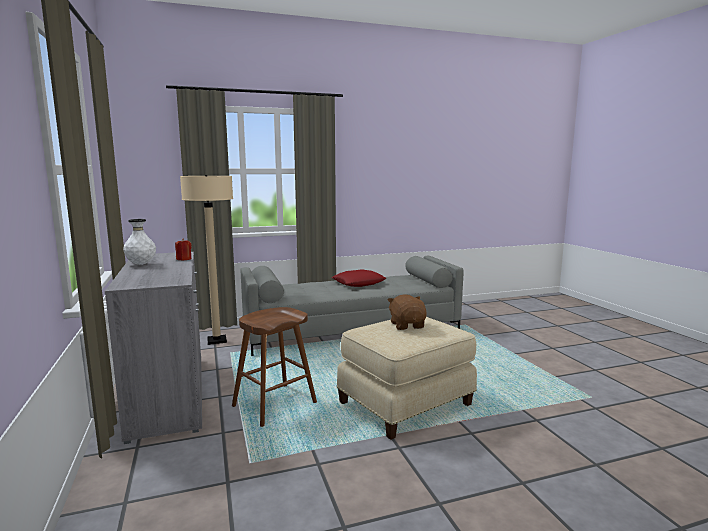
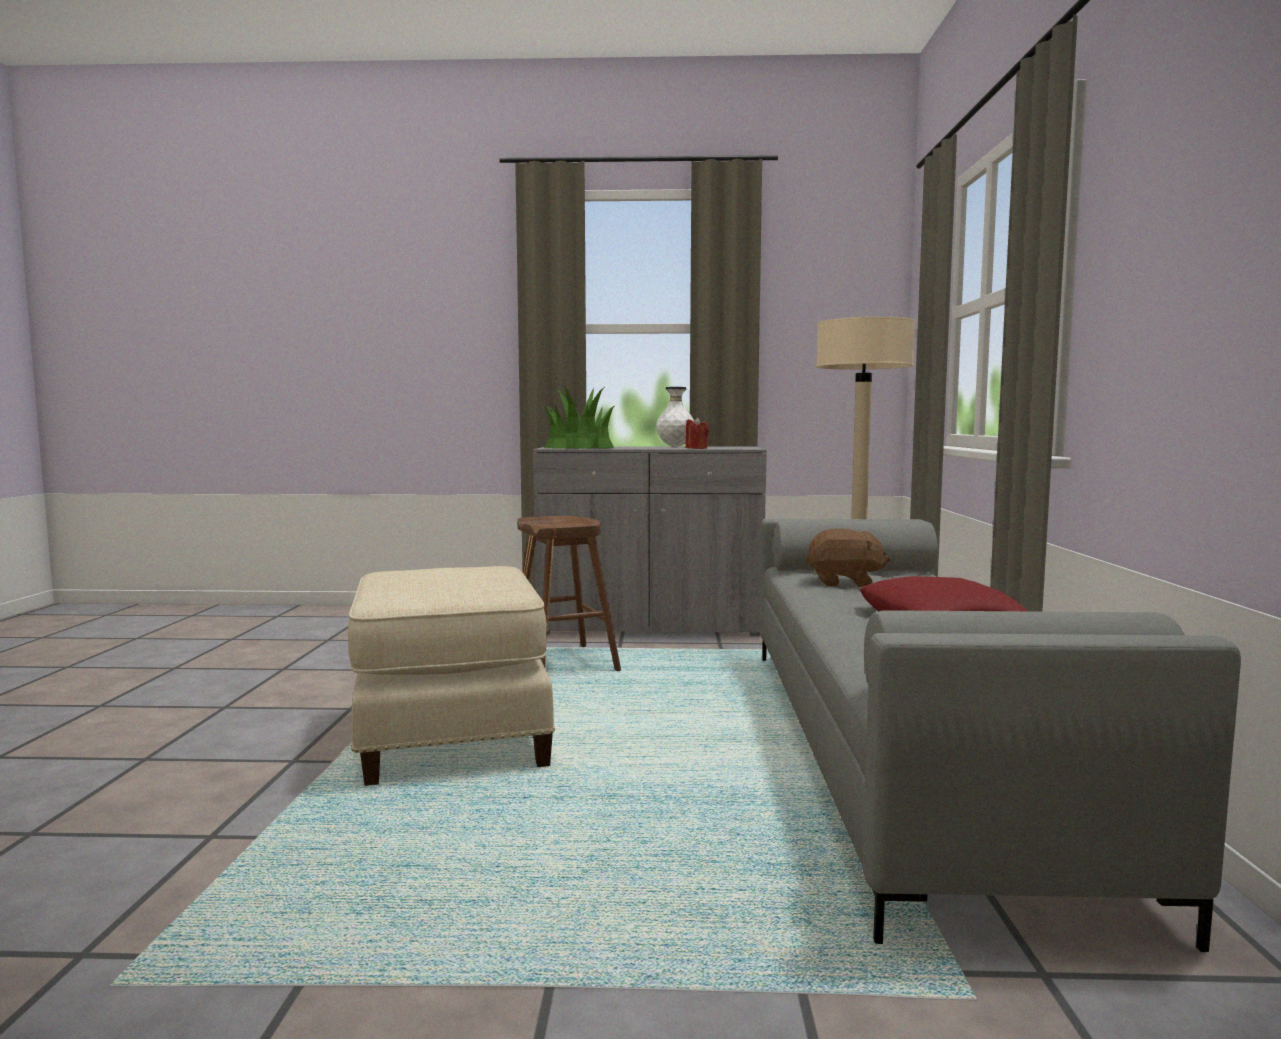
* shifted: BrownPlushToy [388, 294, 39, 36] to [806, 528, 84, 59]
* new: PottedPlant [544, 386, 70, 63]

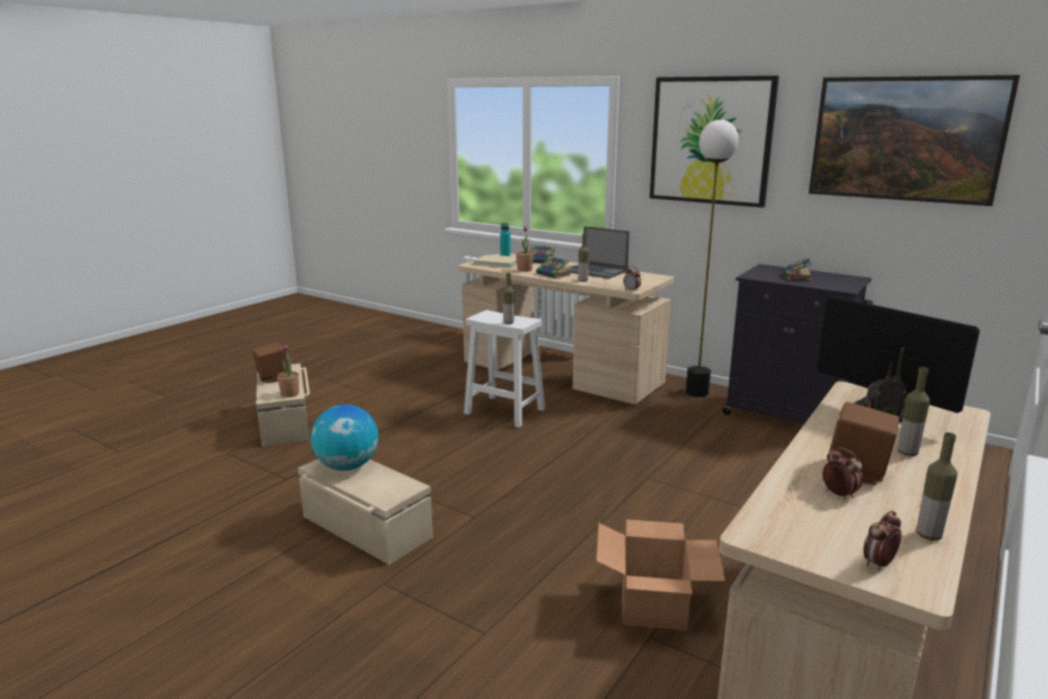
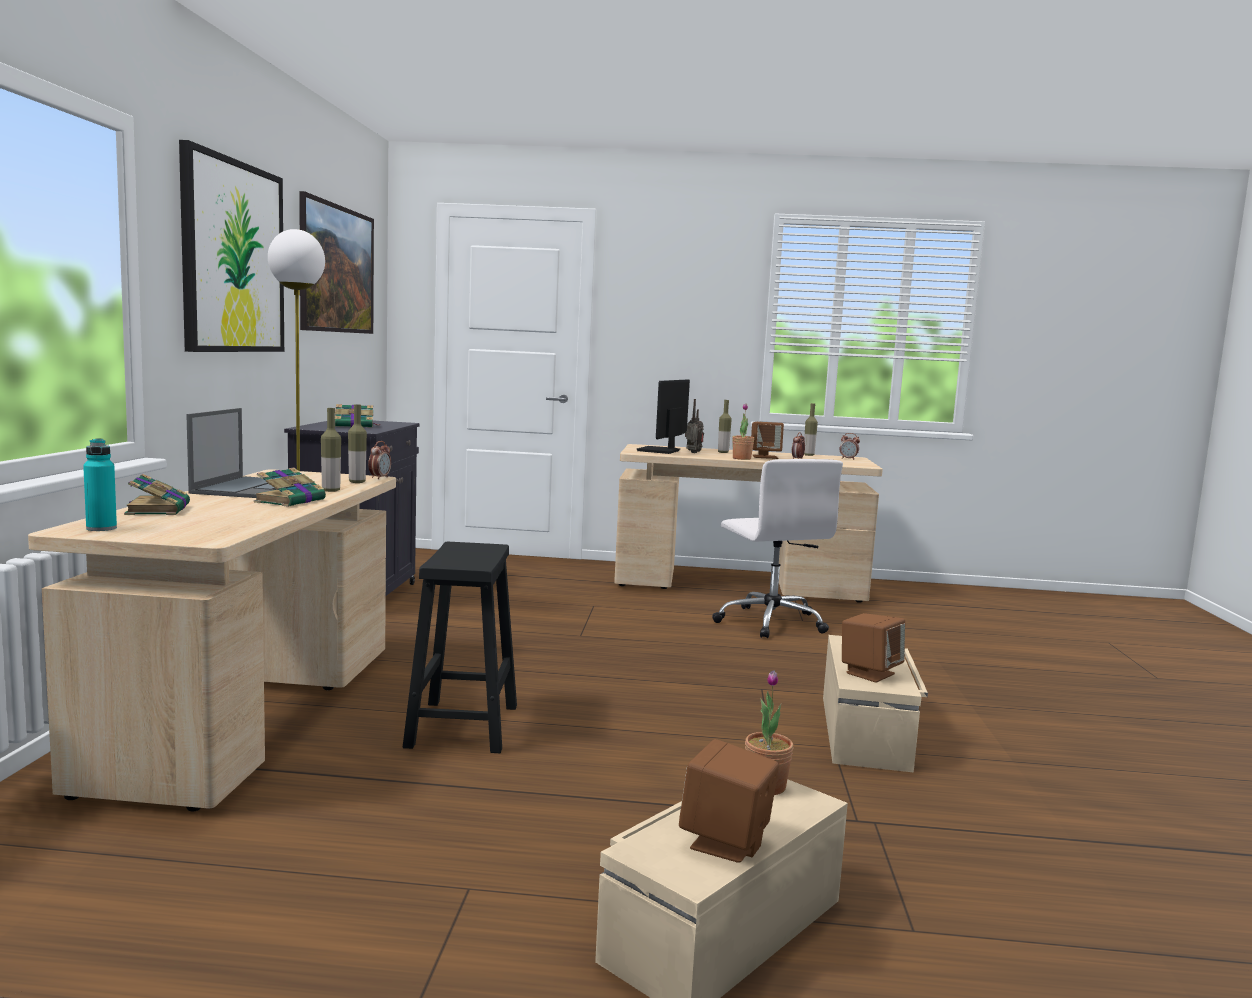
* shifted: PottedPlant [516, 226, 18, 46] to [732, 403, 22, 57]
* gone: BeigeBook [474, 254, 43, 14]
* shifted: Bottle [503, 273, 12, 51] to [348, 404, 19, 79]
* repainted: WhiteStool [464, 310, 81, 118] to BlackStool [403, 542, 114, 211]
* swapped: Globe [311, 404, 67, 67] to BrownSpeaker [842, 613, 63, 70]
* swapped: CardboardBox [596, 519, 129, 112] to WhiteOfficeChair [712, 459, 131, 179]

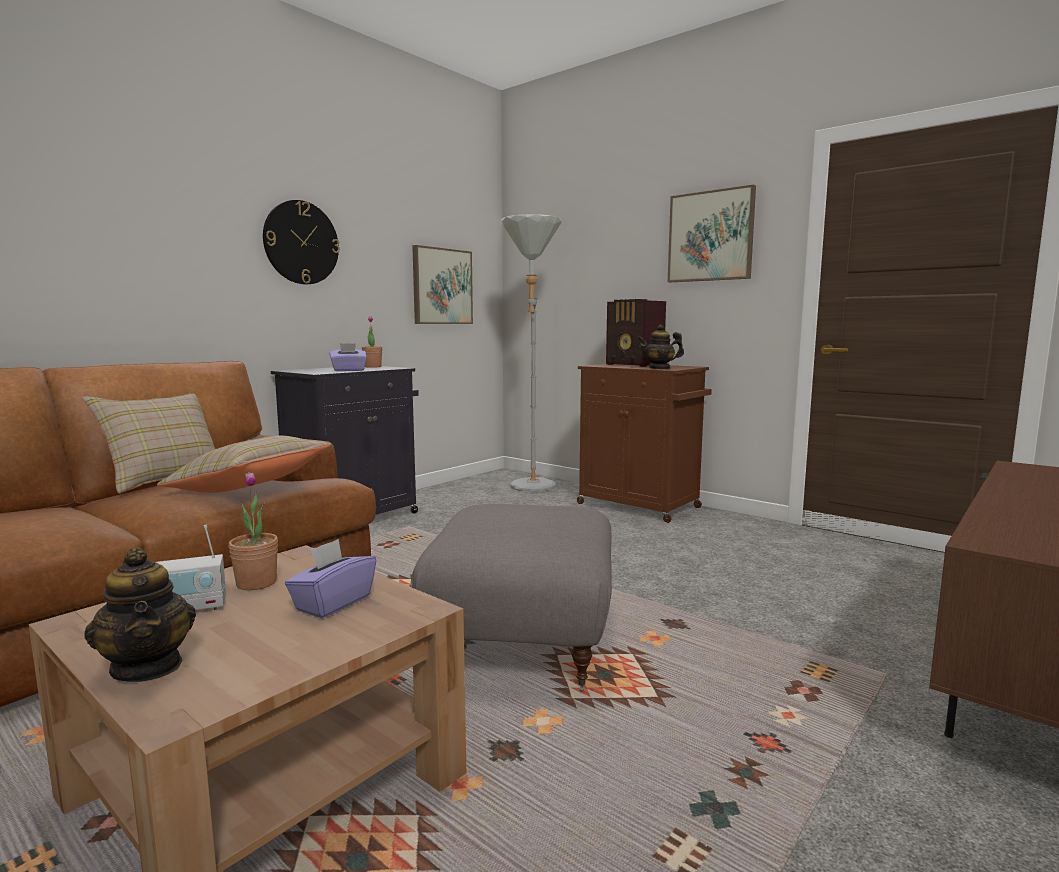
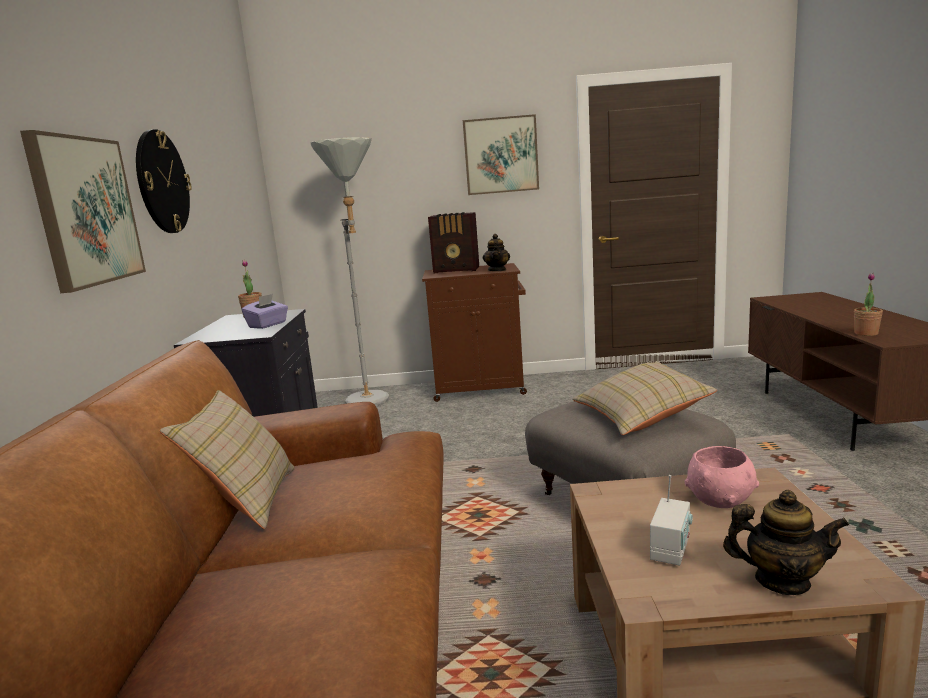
* shifted: Picture [412, 245, 61, 79] to [20, 130, 126, 163]
* rotated: Teapot [637, 325, 47, 44] = [483, 234, 27, 37] 45 degrees counterclockwise
* shifted: BeigePillow [157, 436, 174, 57] to [572, 361, 145, 74]
* shifted: PottedPlant [229, 472, 49, 118] to [854, 273, 29, 63]
* swapped: PurpleTissueBox [285, 539, 91, 79] to PinkBowl [685, 446, 74, 62]

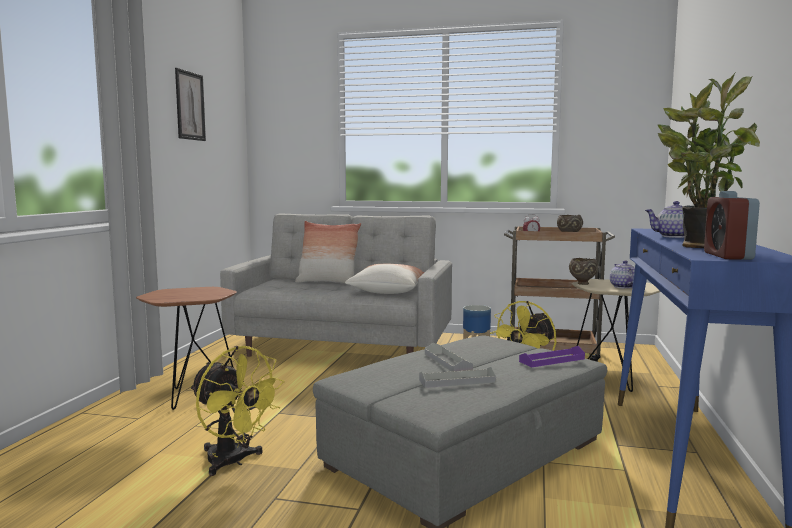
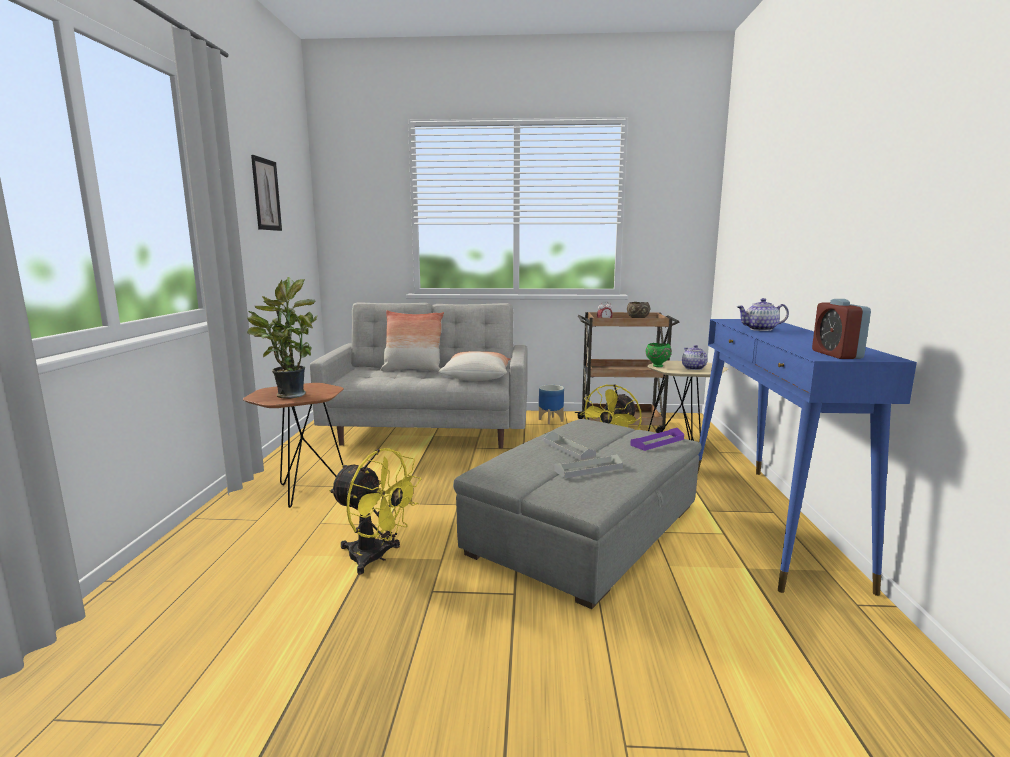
* shifted: PottedPlant [657, 73, 103, 175] to [247, 277, 71, 122]
* repainted: BrownBowl [569, 258, 29, 27] to GreenBowl [646, 343, 26, 24]

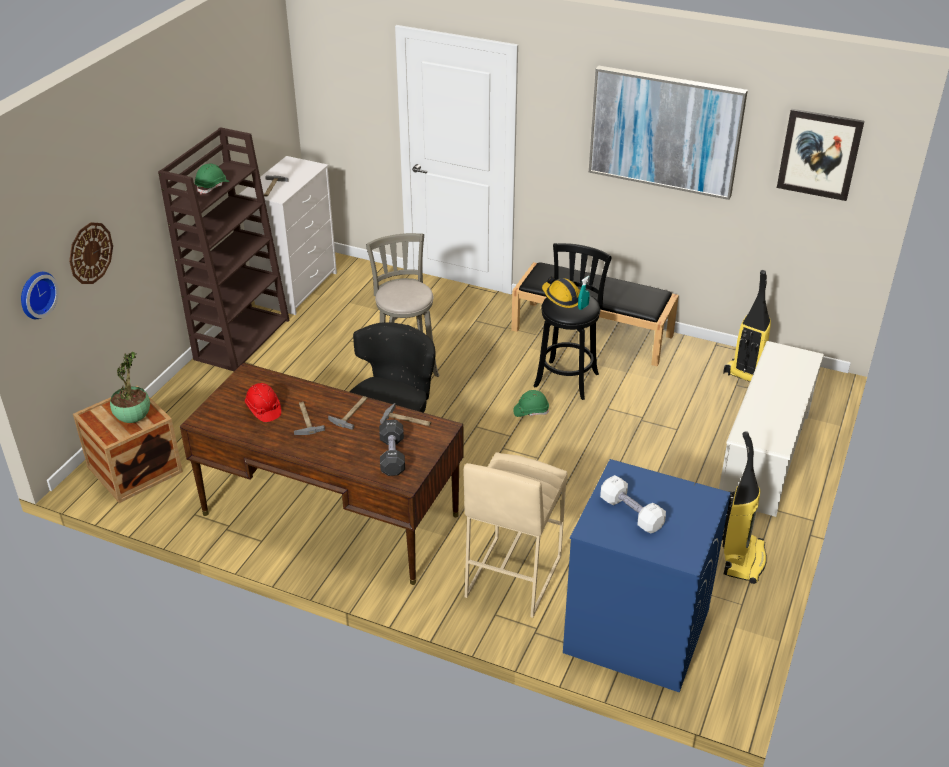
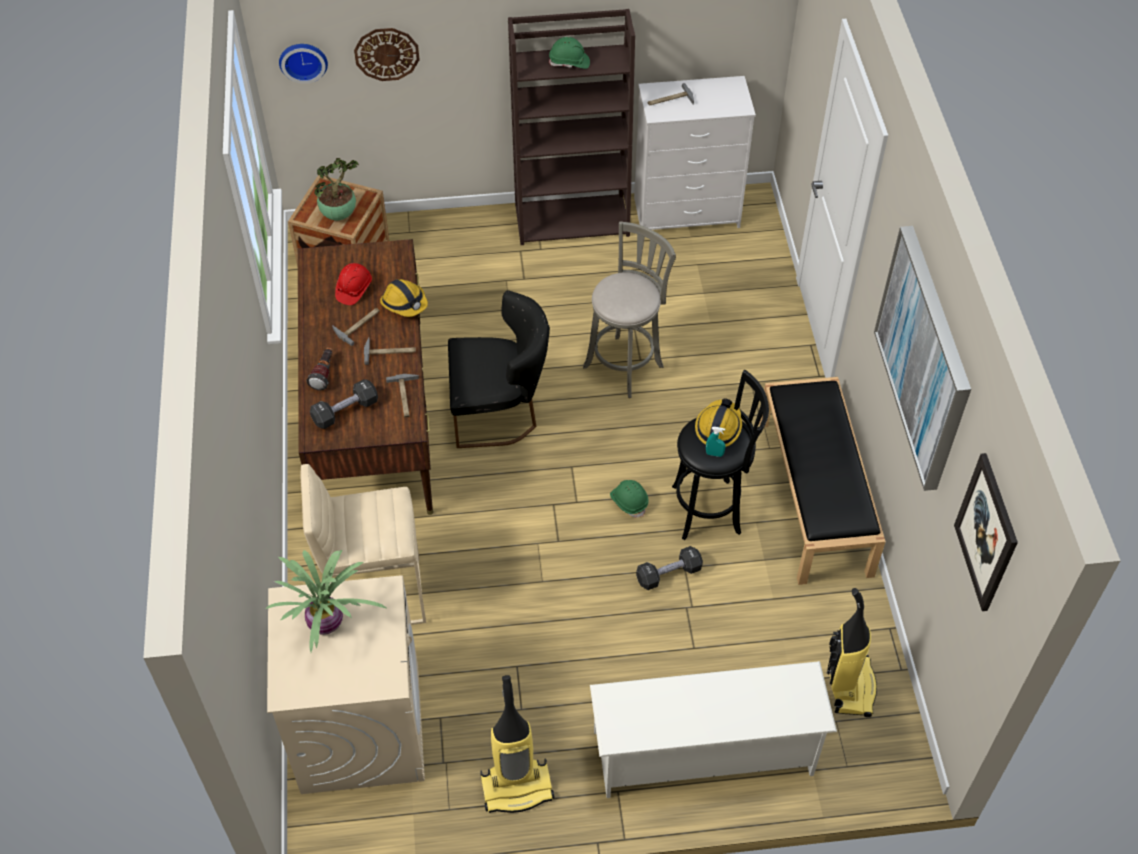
* repainted: BlueWashingMachine [563, 459, 168, 234] to BeigeWashingMachine [267, 575, 158, 219]
* swapped: WhiteDumbbell [600, 475, 66, 58] to PottedPlant [266, 550, 122, 102]
* new: HardHat [380, 279, 48, 38]
* new: Flashlight [306, 347, 27, 43]
* new: BlackDumbbell [636, 546, 67, 44]

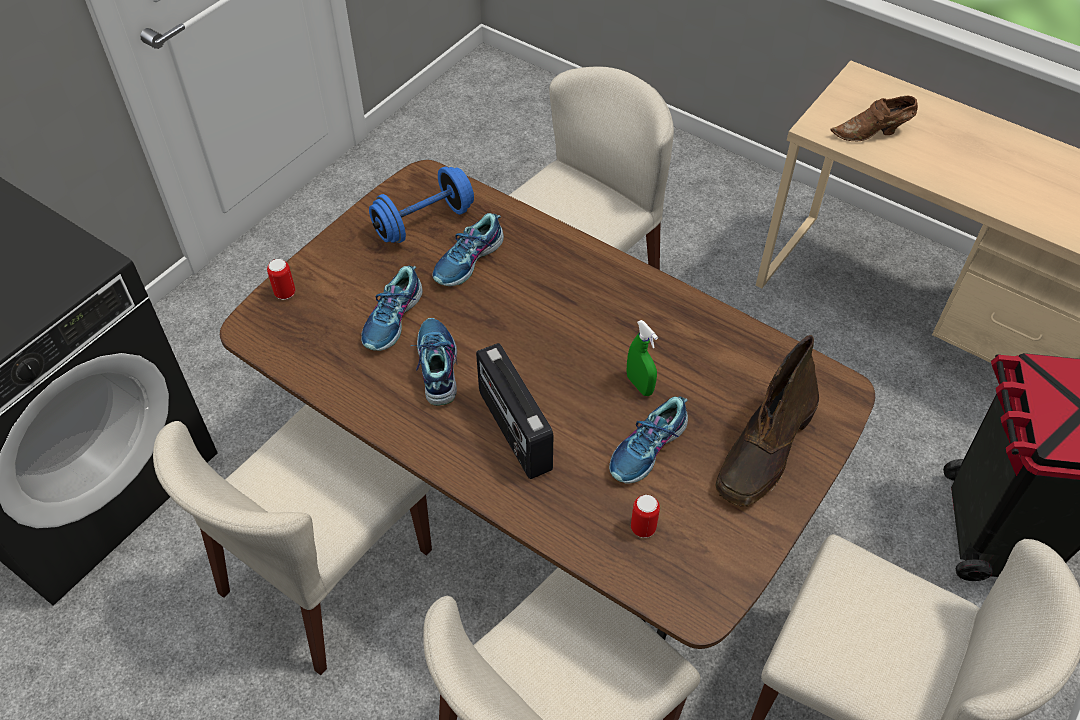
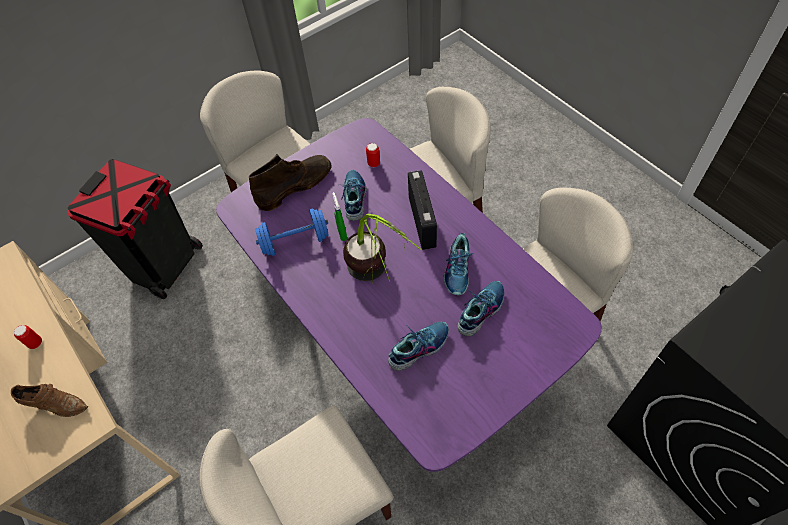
* repainted: BrownDiningTable [220, 160, 655, 489] to PurpleDiningTable [216, 118, 386, 354]
* shifted: BlueDumbbell [369, 166, 105, 77] to [255, 208, 74, 48]
* shifted: Can [267, 259, 28, 41] to [14, 325, 28, 24]
* rotated: Shoe [609, 396, 79, 88] = [341, 170, 26, 51] 60 degrees counterclockwise
* new: PottedPlant [343, 214, 79, 68]

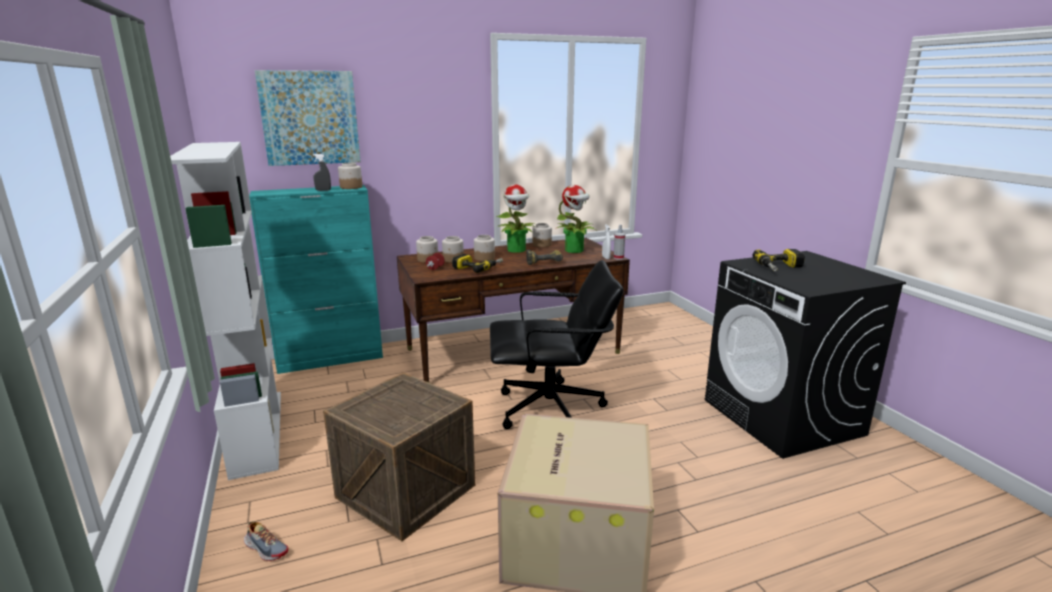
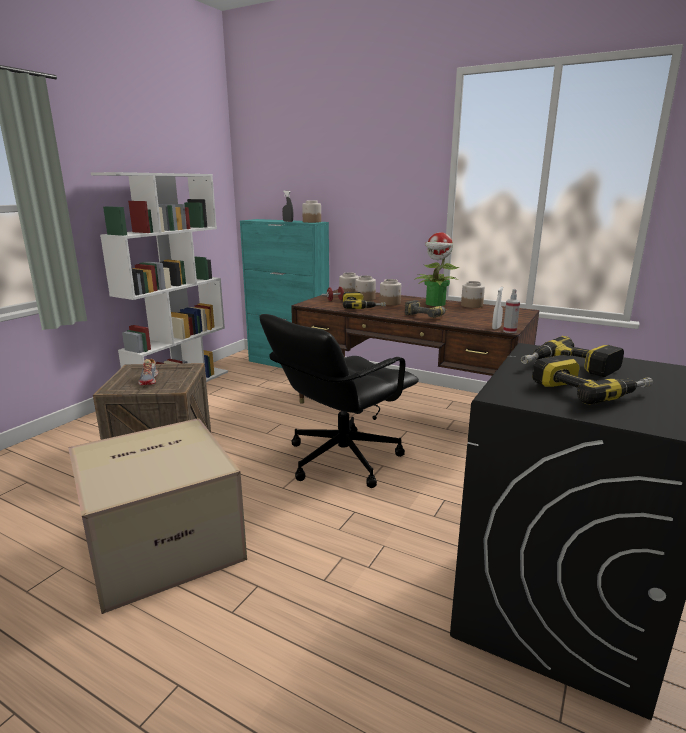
* gone: Picture [255, 70, 106, 96]
* gone: PottedPlant [555, 185, 41, 68]
* rotated: BlackOfficeChair [490, 260, 134, 169] = [260, 314, 159, 174] 90 degrees clockwise
* shifted: Shoe [244, 522, 44, 39] to [138, 359, 20, 26]
* new: PowerDrill [532, 355, 121, 50]

